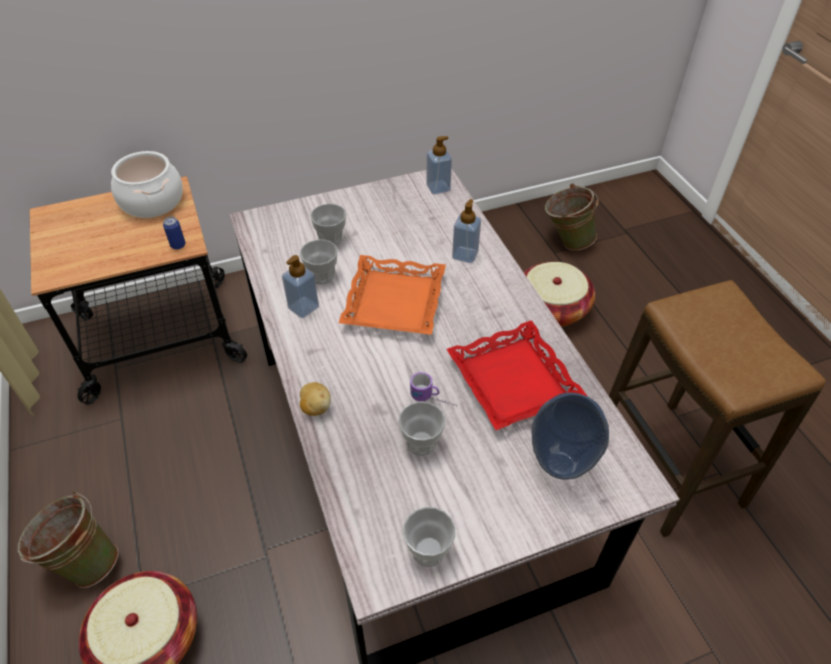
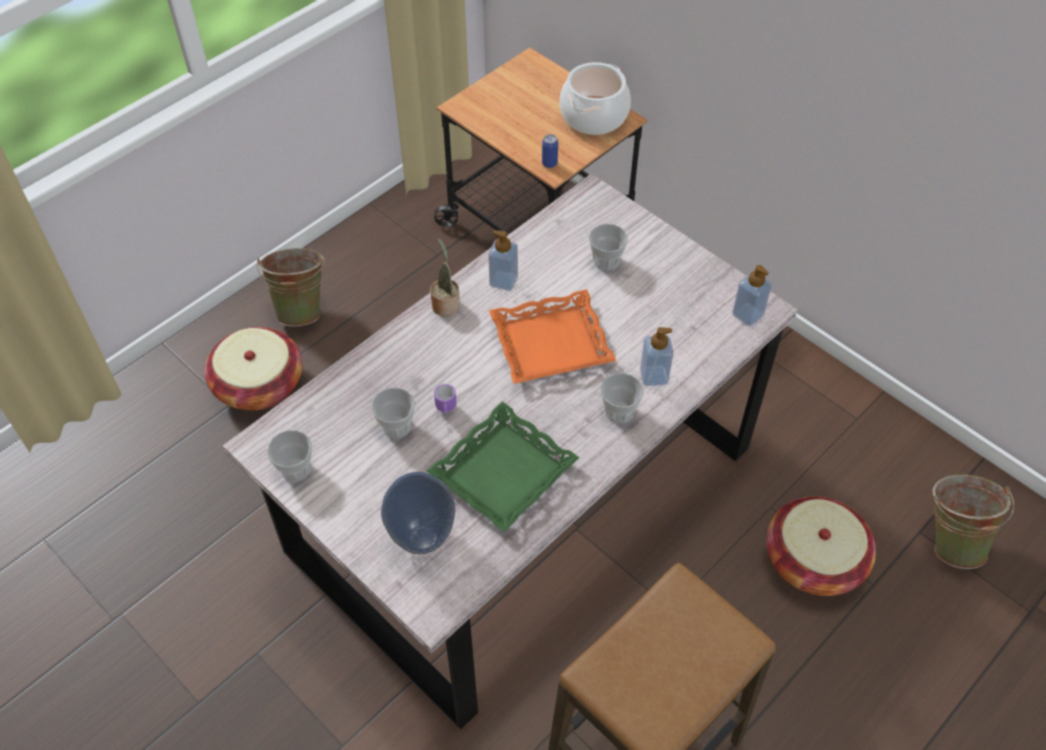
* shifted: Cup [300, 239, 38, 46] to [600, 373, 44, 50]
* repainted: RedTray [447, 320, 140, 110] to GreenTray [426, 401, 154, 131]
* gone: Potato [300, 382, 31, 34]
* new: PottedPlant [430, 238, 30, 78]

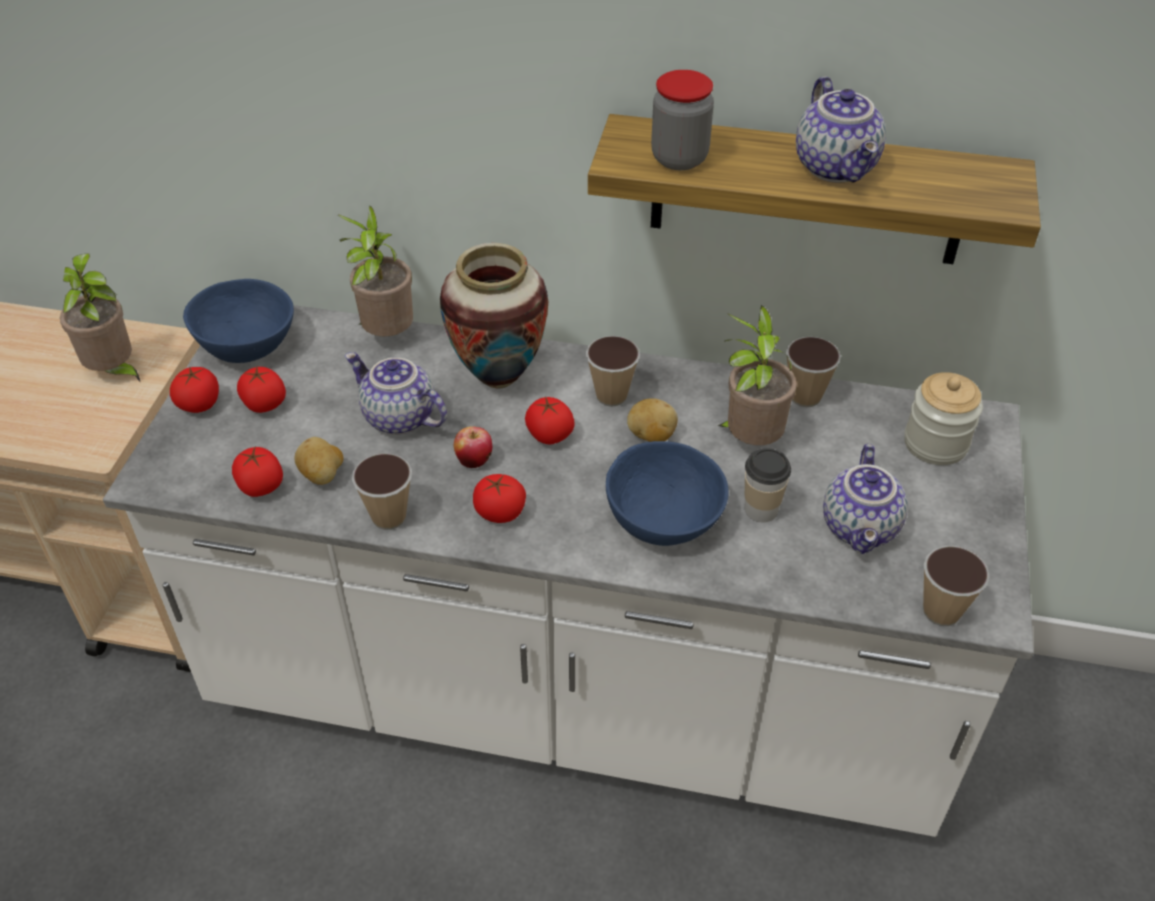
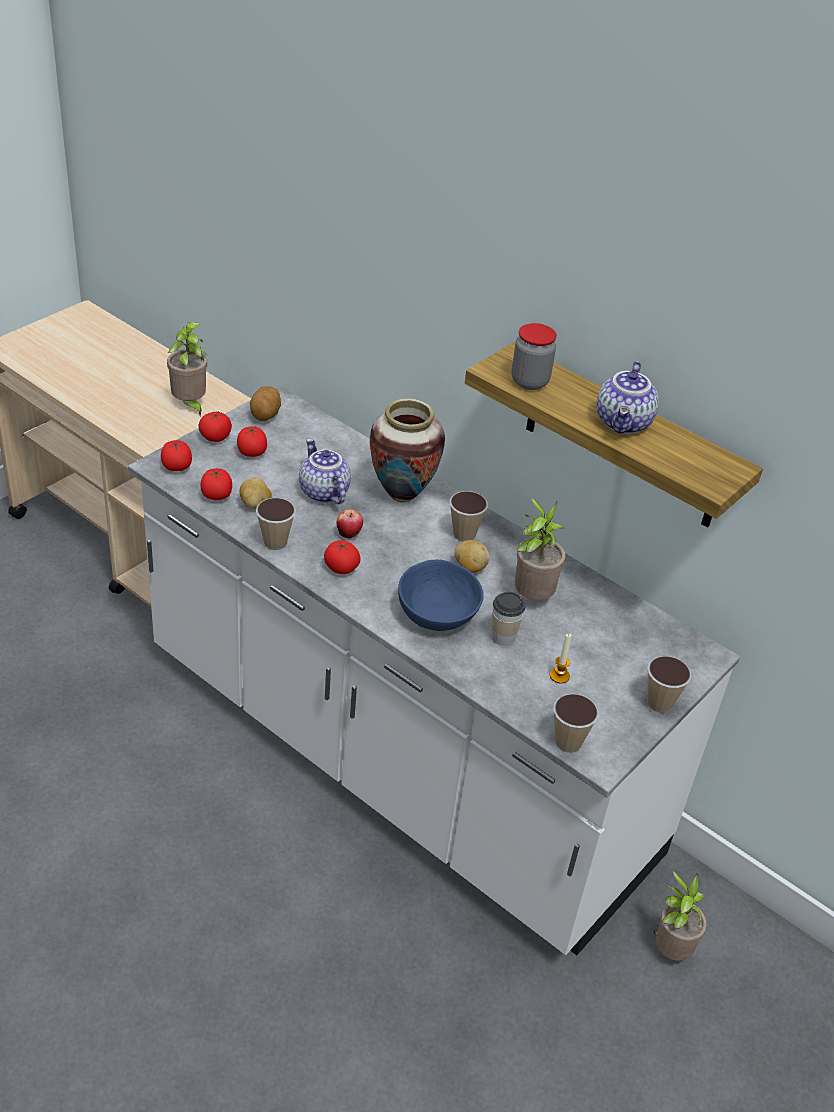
* shifted: PottedPlant [338, 205, 75, 132] to [653, 870, 54, 91]
* swapped: BlueBowl [183, 279, 111, 84] to Potato [250, 386, 31, 35]
* shifted: Cup [786, 337, 55, 70] to [647, 656, 45, 57]
* gone: Jar [904, 372, 79, 93]
* shifted: Tomato [525, 396, 49, 48] to [161, 440, 31, 31]
* swapped: Teapot [823, 444, 85, 110] to Candle [550, 633, 22, 50]

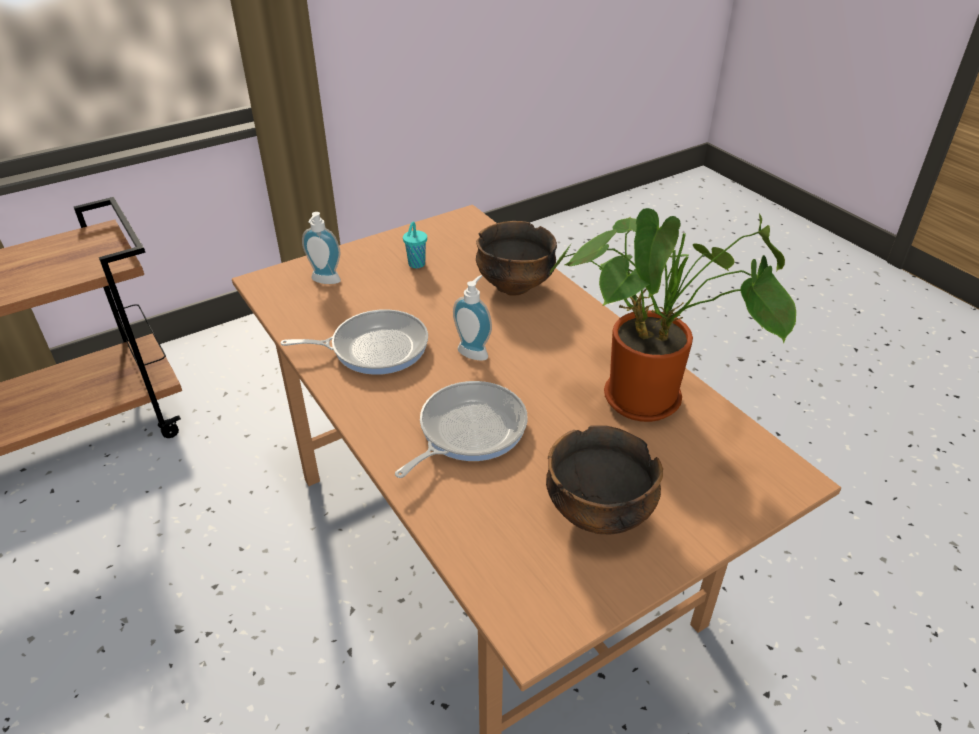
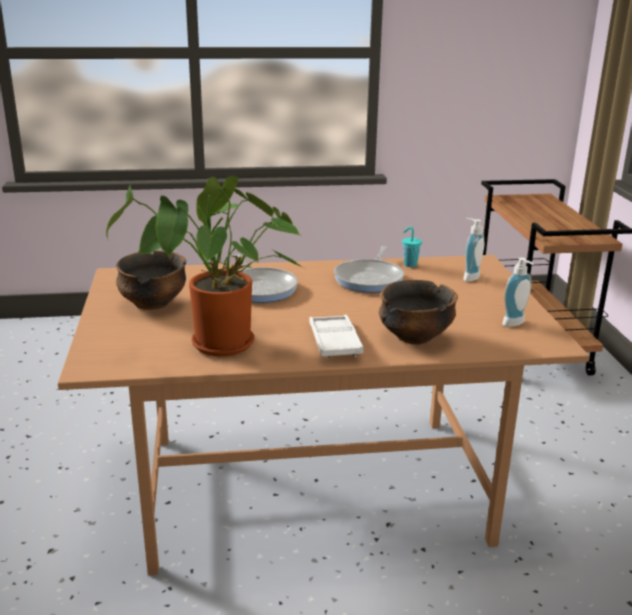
* shifted: TurquoiseCup [403, 222, 24, 46] to [402, 226, 20, 41]
* shifted: SoapDispenser [453, 275, 39, 86] to [502, 258, 32, 69]
* new: WhiteTray [309, 315, 54, 44]

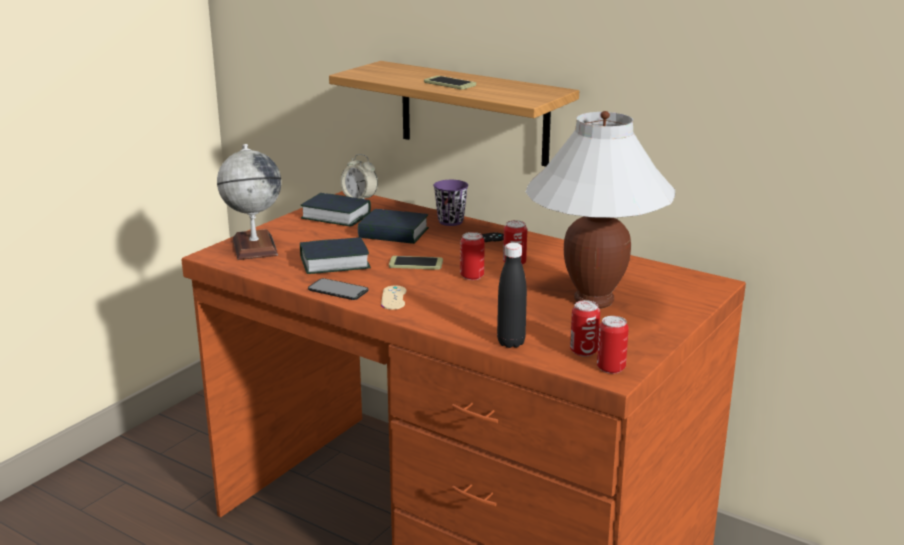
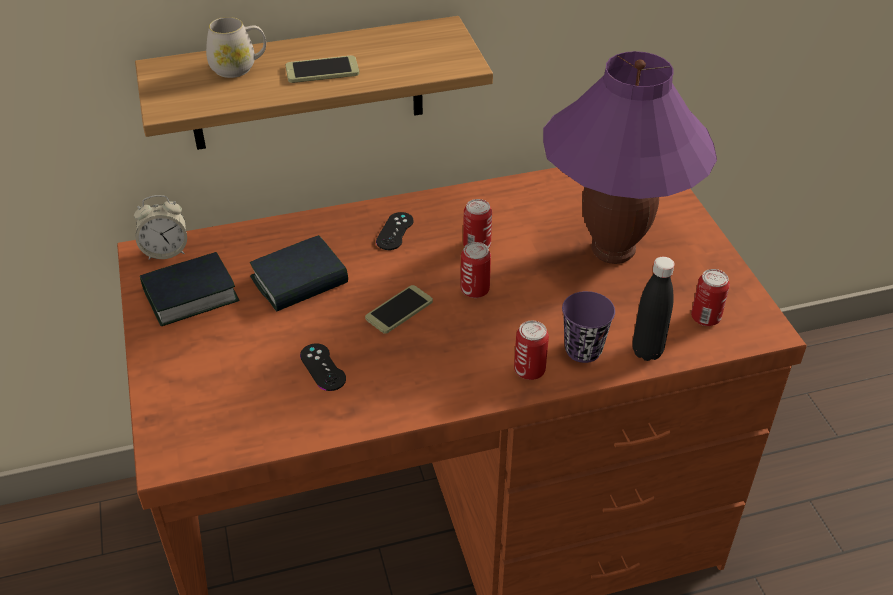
* repainted: WhiteTableLamp [526, 111, 149, 198] to PurpleTableLamp [543, 51, 174, 213]
* gone: Globe [217, 144, 64, 116]
* shifted: PurpleCup [433, 180, 35, 46] to [562, 291, 53, 72]
* swapped: Book [300, 237, 71, 37] to BlackGameController [300, 343, 46, 48]
* gone: Phone [308, 278, 60, 22]
* gone: BeigeGameController [381, 285, 25, 25]
* shifted: Can [597, 316, 32, 58] to [514, 321, 35, 59]
* new: WhiteMug [206, 17, 60, 61]

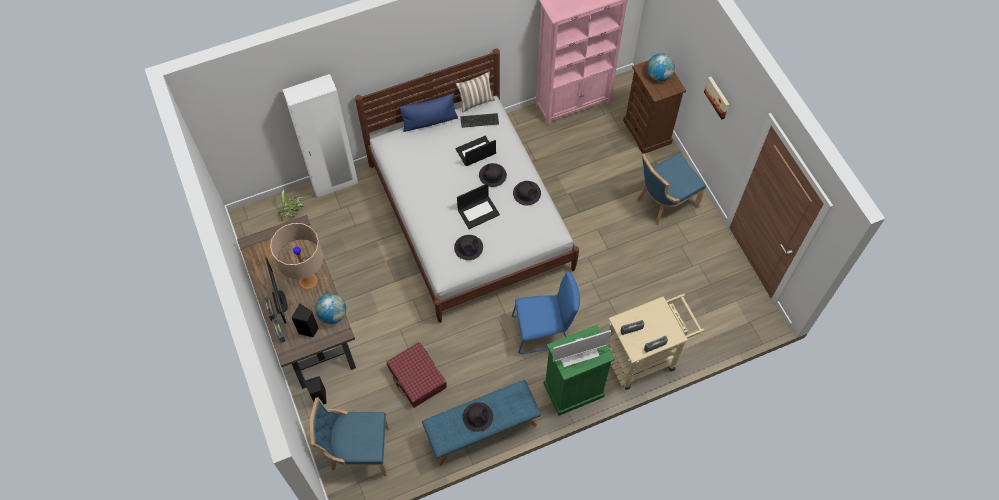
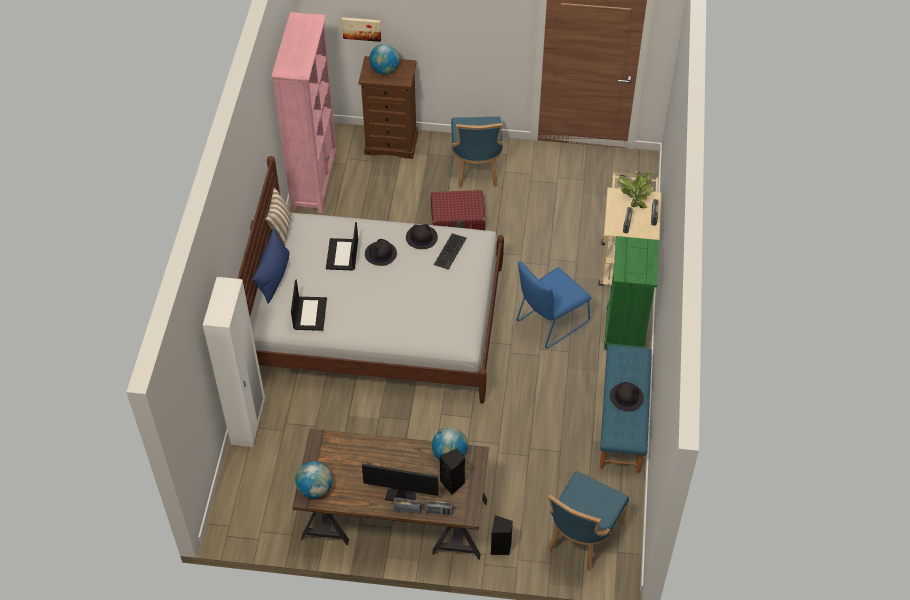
* shifted: Picture [704, 77, 25, 43] to [342, 17, 39, 25]
* shifted: Keyboard [461, 113, 38, 15] to [434, 233, 33, 37]
* shifted: Laptop [457, 183, 43, 46] to [291, 280, 36, 51]
* shifted: PottedPlant [278, 188, 27, 35] to [618, 170, 34, 38]
* gone: BeigeTableLamp [270, 223, 54, 67]
* gone: BlackHat [454, 235, 29, 25]
* rotated: BlueChair [512, 271, 68, 83] = [517, 261, 74, 87] 150 degrees counterclockwise
* gone: Monitor [553, 330, 58, 37]
* shifted: RedSuitcase [386, 342, 61, 66] to [431, 190, 55, 40]
* new: Globe [295, 461, 37, 37]

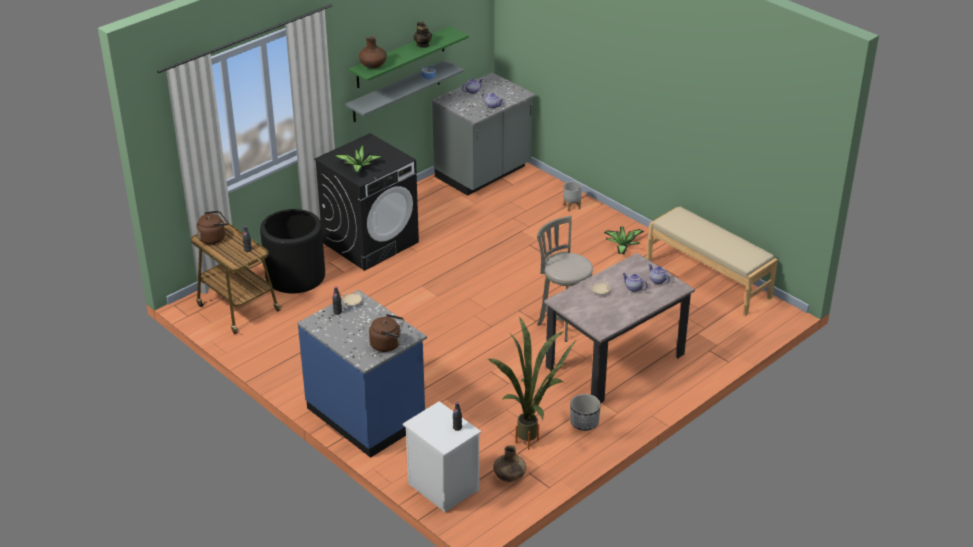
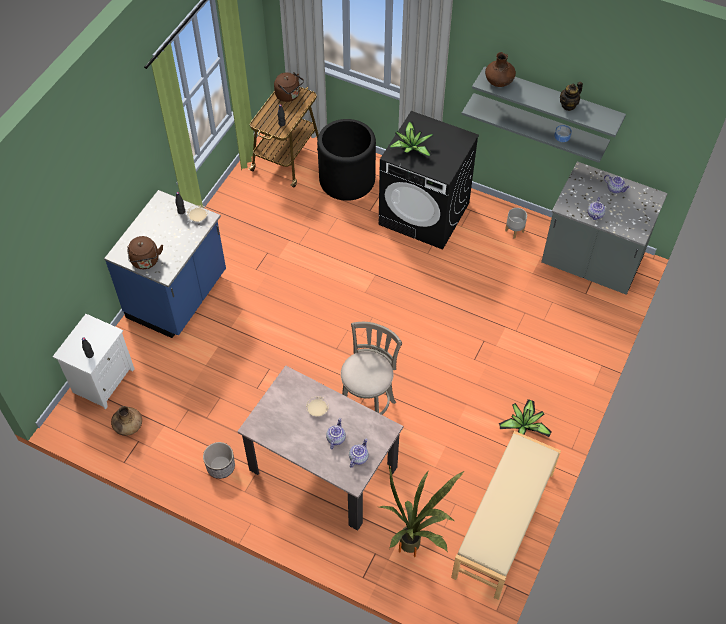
* repainted: GreenShelf [349, 26, 120, 62] to GreyShelf [472, 66, 154, 71]
* shifted: GreyPlanter [563, 181, 19, 31] to [505, 208, 22, 31]
* shifted: PottedPlant [487, 317, 90, 133] to [379, 465, 85, 92]

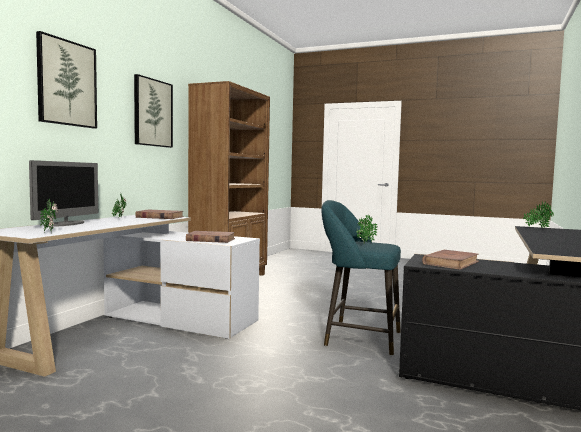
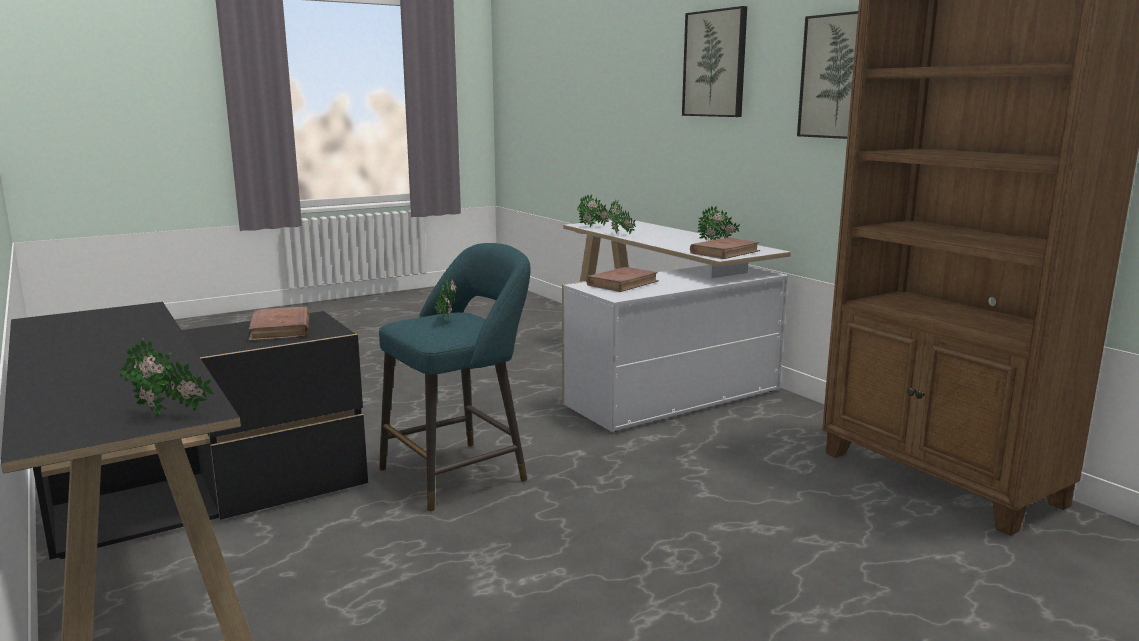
* gone: Monitor [29, 160, 70, 67]
* new: PottedPlant [607, 200, 29, 34]

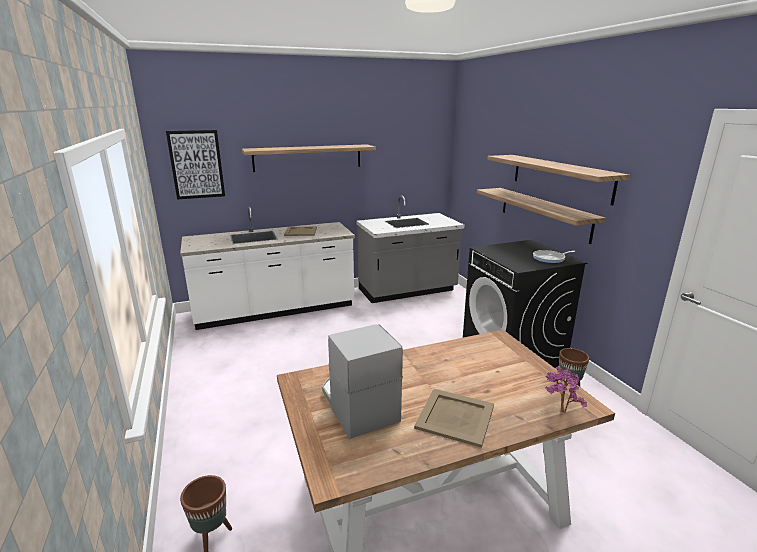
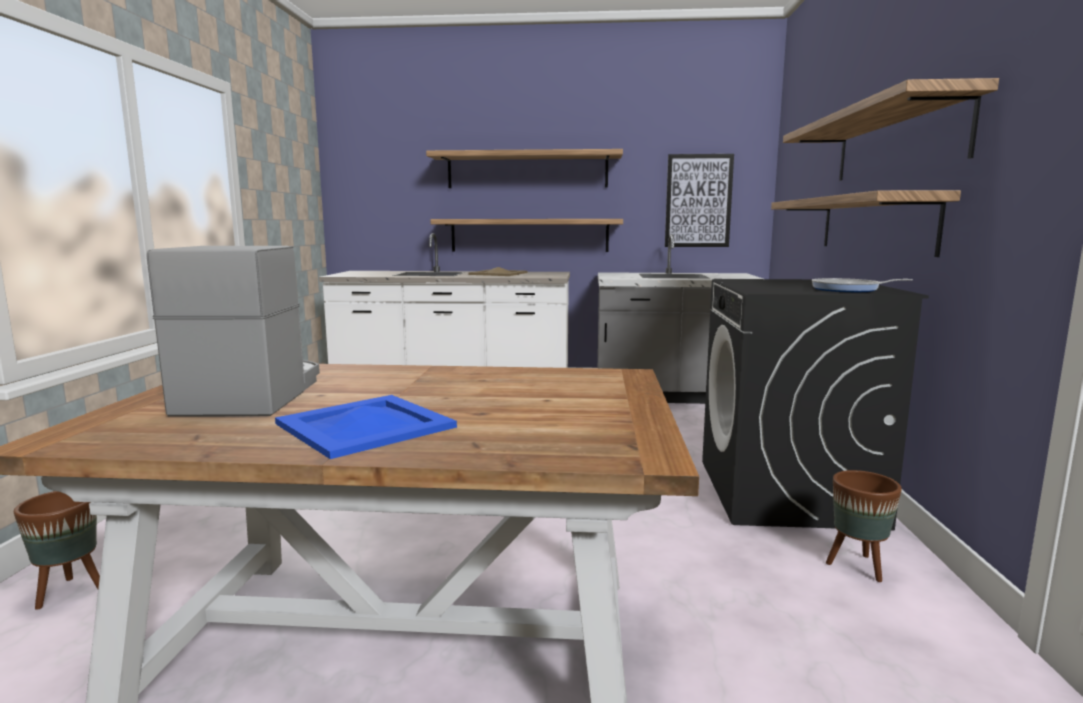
* shifted: Picture [166, 130, 59, 70] to [665, 154, 69, 93]
* gone: PottedPlant [545, 366, 42, 47]
* repainted: BeigeTray [414, 389, 80, 59] to BlueTray [275, 395, 182, 64]
* new: Shelf [430, 219, 193, 33]

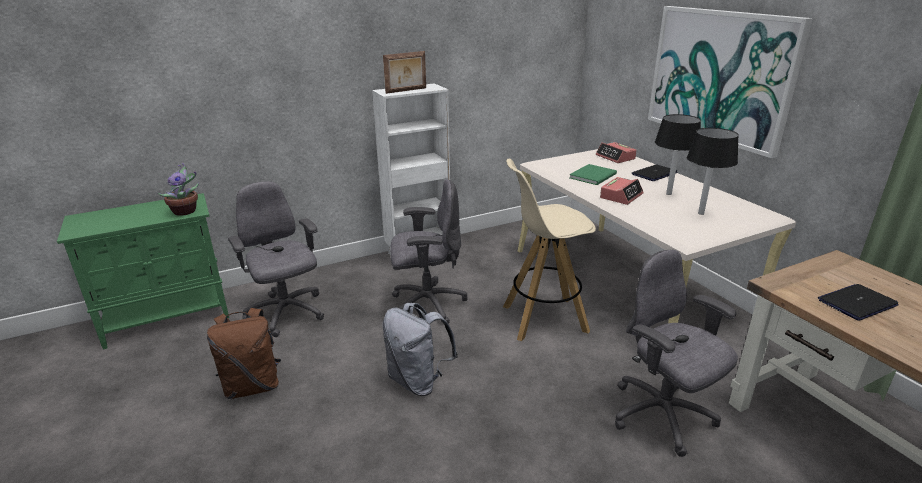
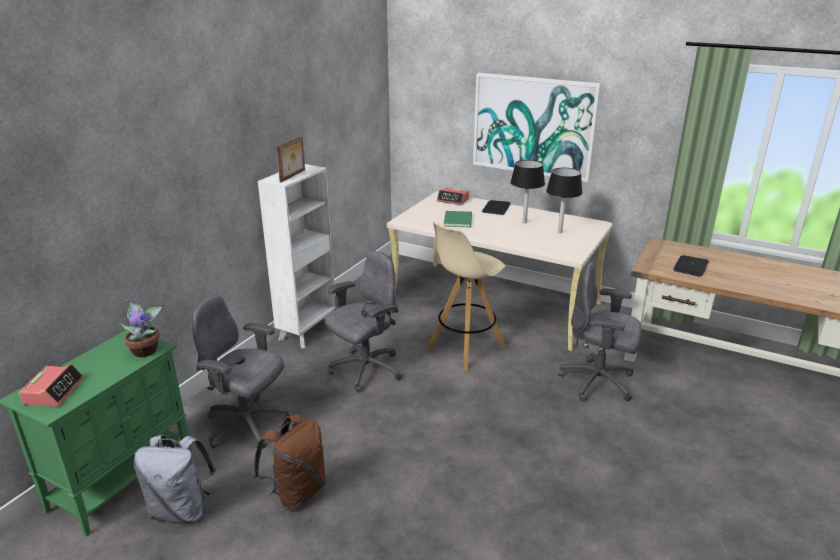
* shifted: AlarmClock [600, 177, 44, 28] to [19, 364, 65, 42]
* shifted: GreyBackpack [383, 303, 75, 93] to [134, 434, 82, 89]

